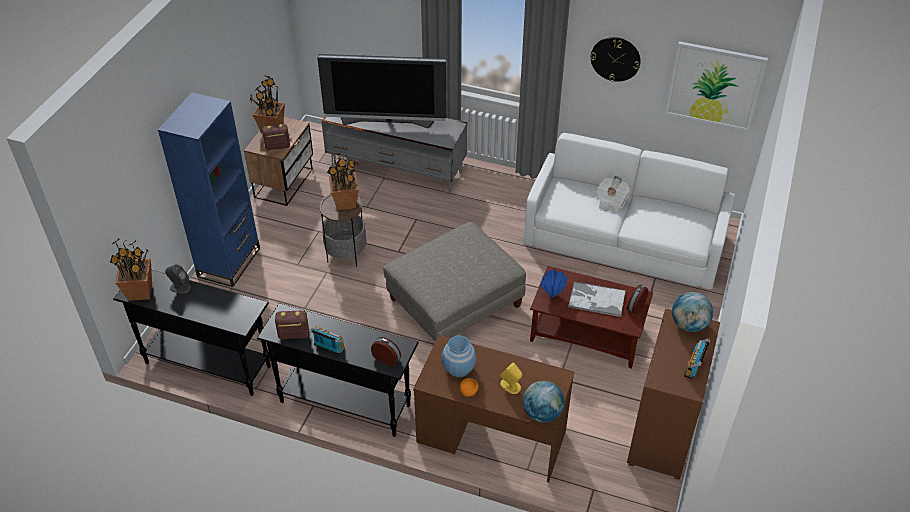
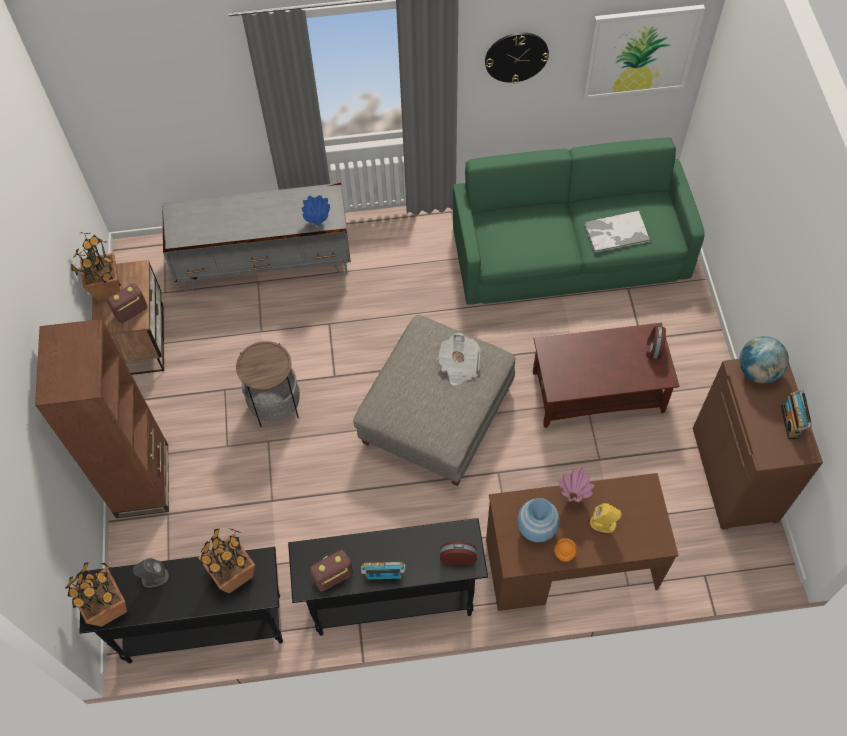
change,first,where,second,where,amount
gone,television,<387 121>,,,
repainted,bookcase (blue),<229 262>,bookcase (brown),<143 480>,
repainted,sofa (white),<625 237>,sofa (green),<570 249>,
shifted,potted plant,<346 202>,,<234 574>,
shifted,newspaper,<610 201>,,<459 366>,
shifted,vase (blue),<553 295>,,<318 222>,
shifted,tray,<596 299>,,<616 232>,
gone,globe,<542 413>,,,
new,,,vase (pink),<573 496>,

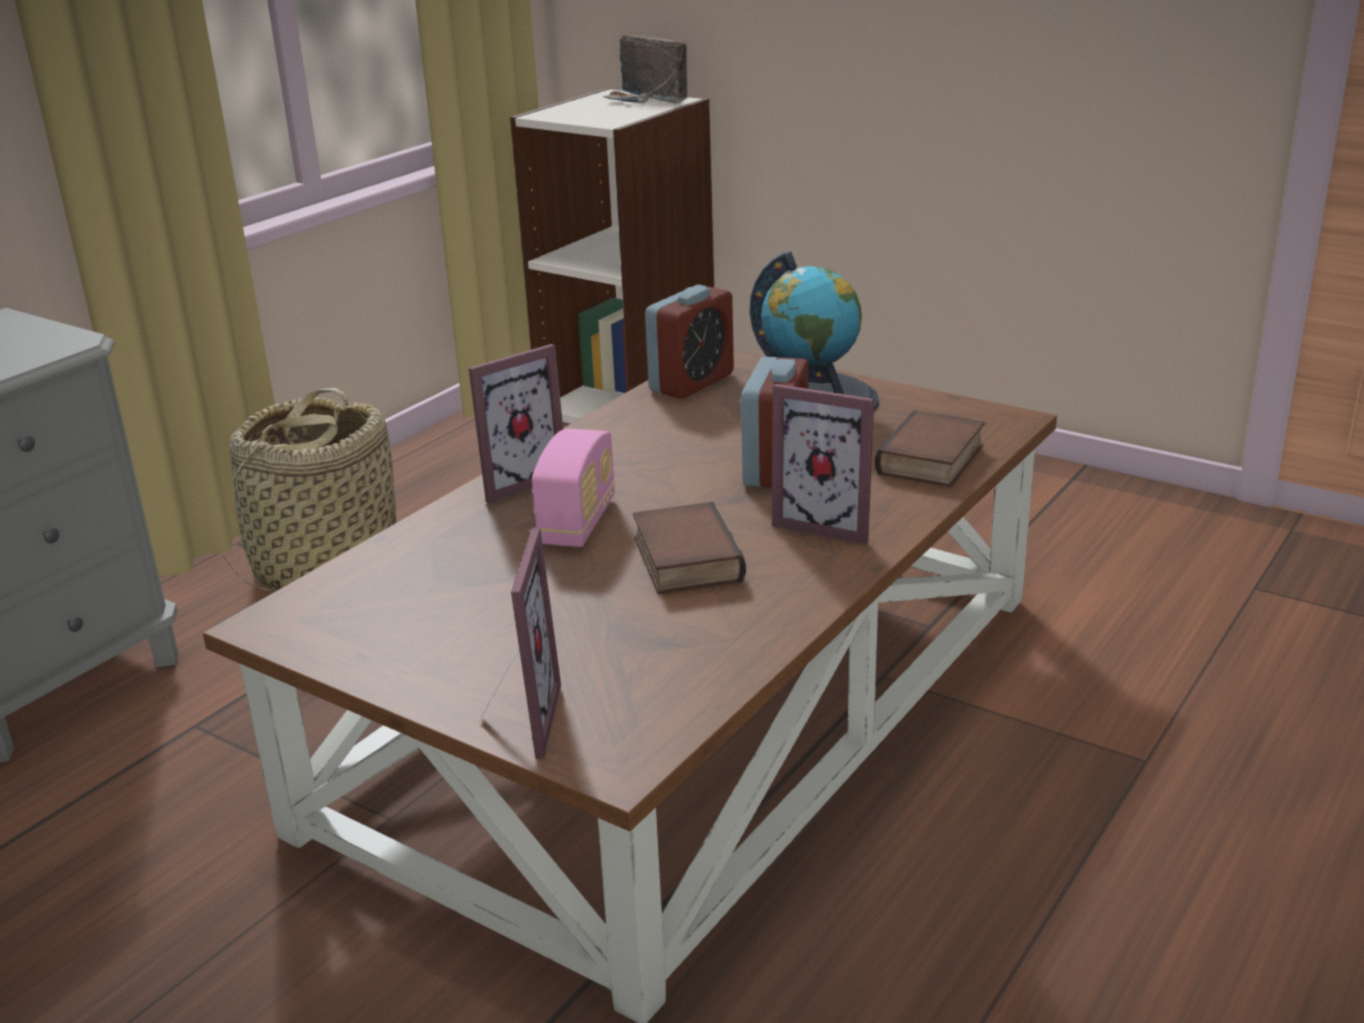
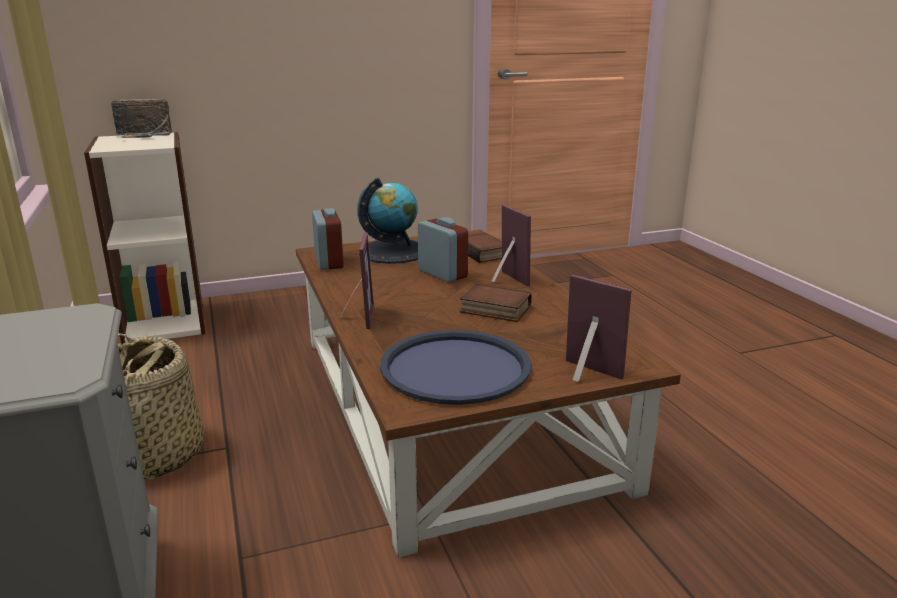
change,first,where,second,where,amount
rotated,picture frame,<828 523>,,<505 280>,90 degrees counterclockwise
gone,radio,<578 522>,,,
new,,,tray (blue),<455 368>,

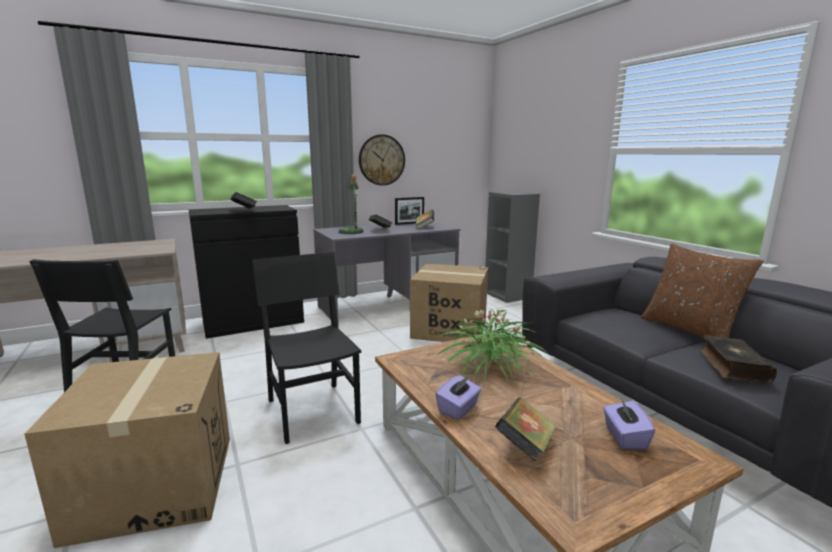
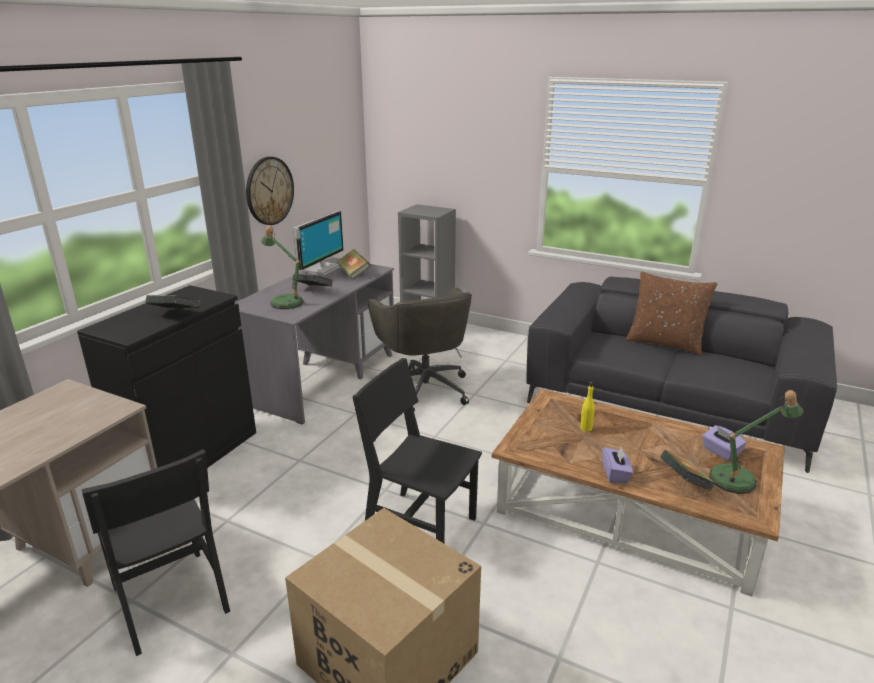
change,first,where,second,where,amount
swapped,picture frame,<409 223>,monitor,<321 269>,
swapped,cardboard box,<449 329>,office chair (grey),<424 388>,
swapped,potted plant,<490 367>,bottle (yellow),<585 428>,
gone,book,<732 366>,,,
new,,,table lamp,<740 479>,

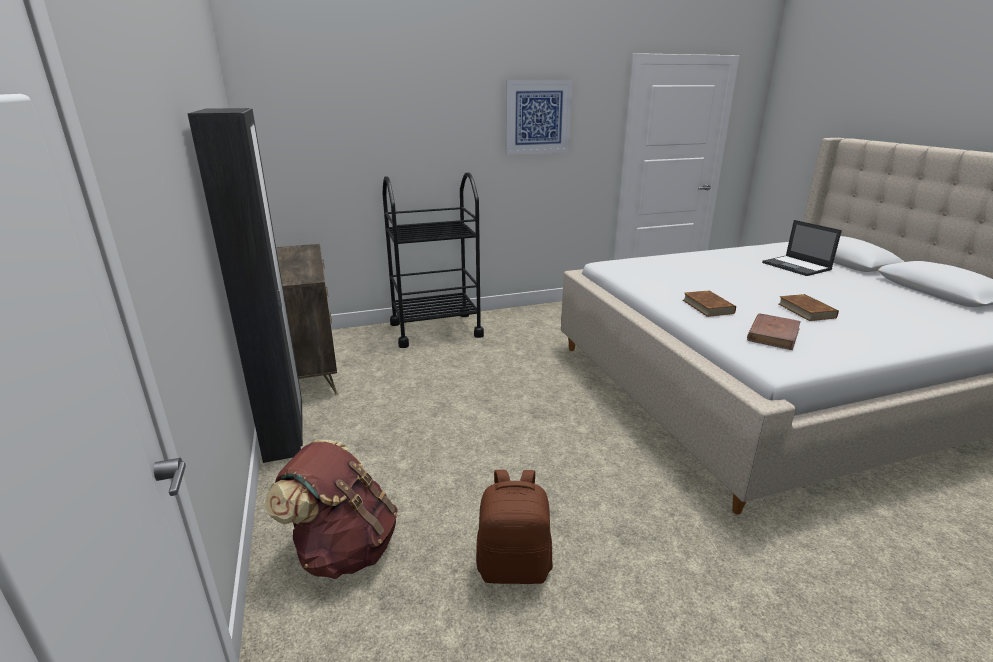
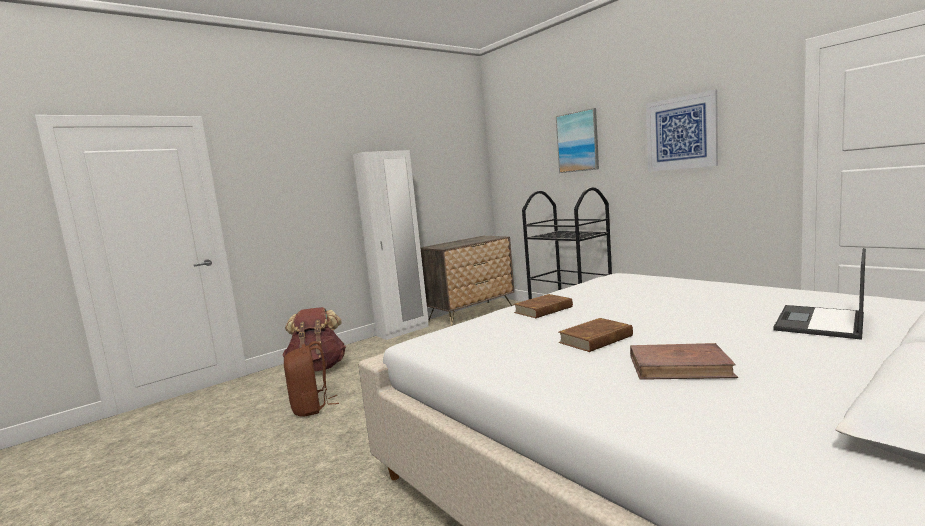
change,first,where,second,where,amount
repainted,wardrobe (black),<285 434>,wardrobe (white),<403 331>,
shifted,book (brown),<773 334>,,<680 367>,
new,,,picture,<578 142>,

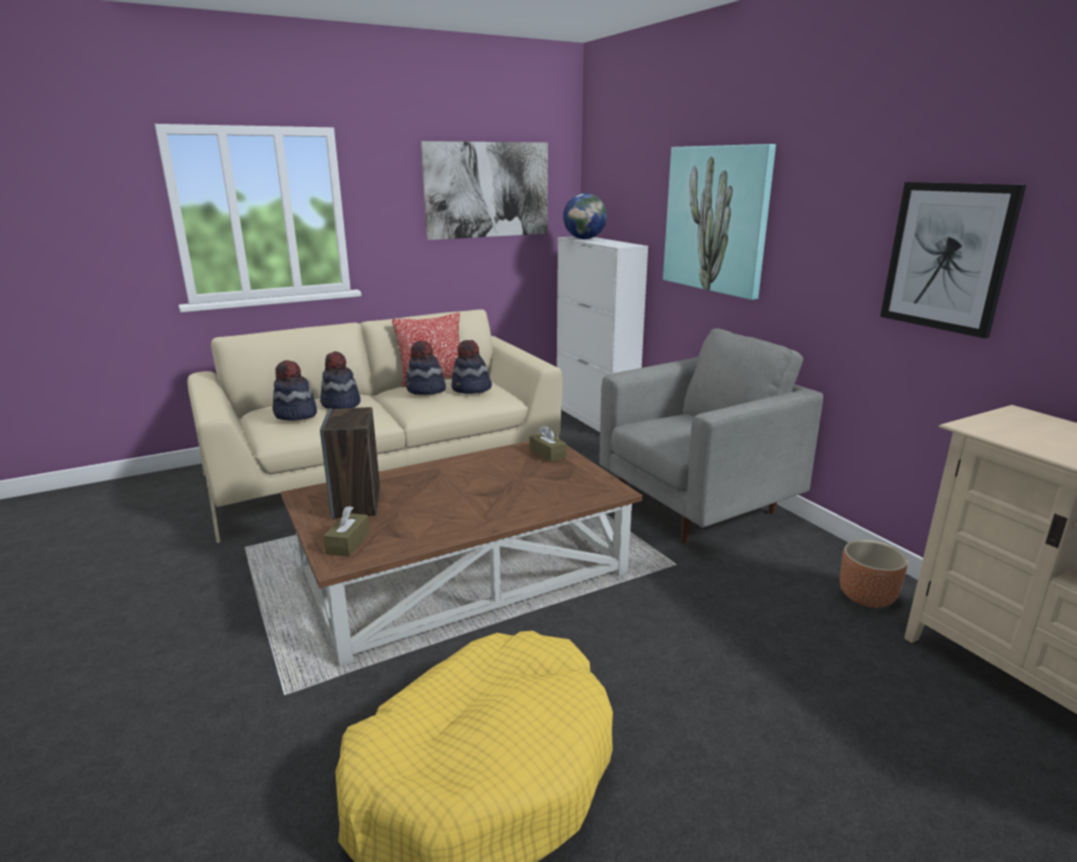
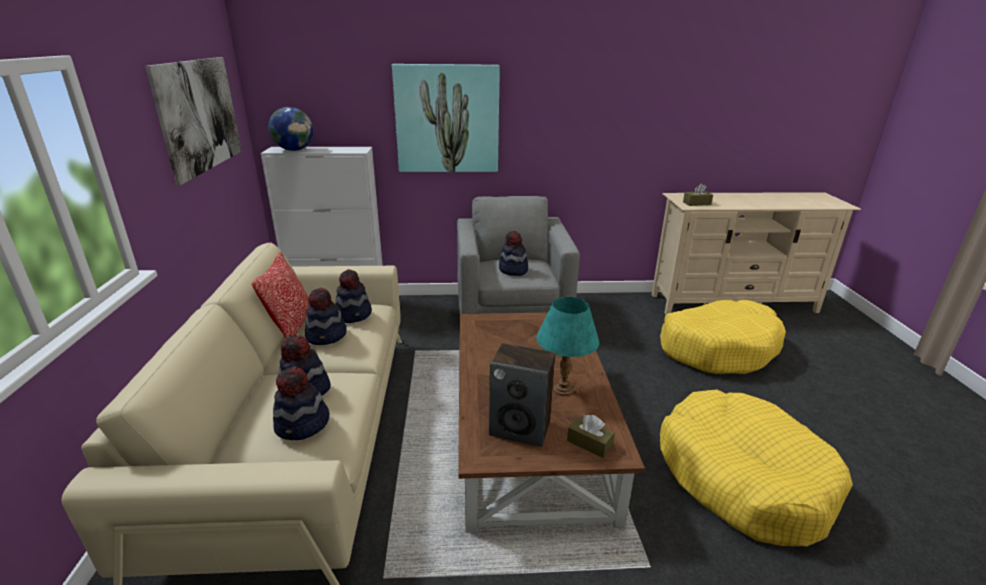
change,first,where,second,where,amount
gone,picture,<947 257>,,,
shifted,tissue box (brown),<547 454>,,<696 203>,
gone,planter (brown),<867 598>,,,
new,,,hat,<513 270>,
new,,,table lamp (turquoise),<563 390>,
new,,,dog bed (yellow),<718 348>,

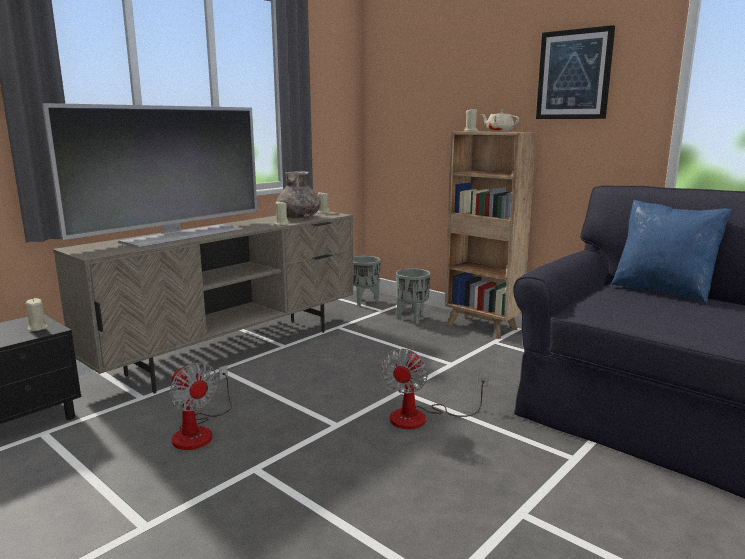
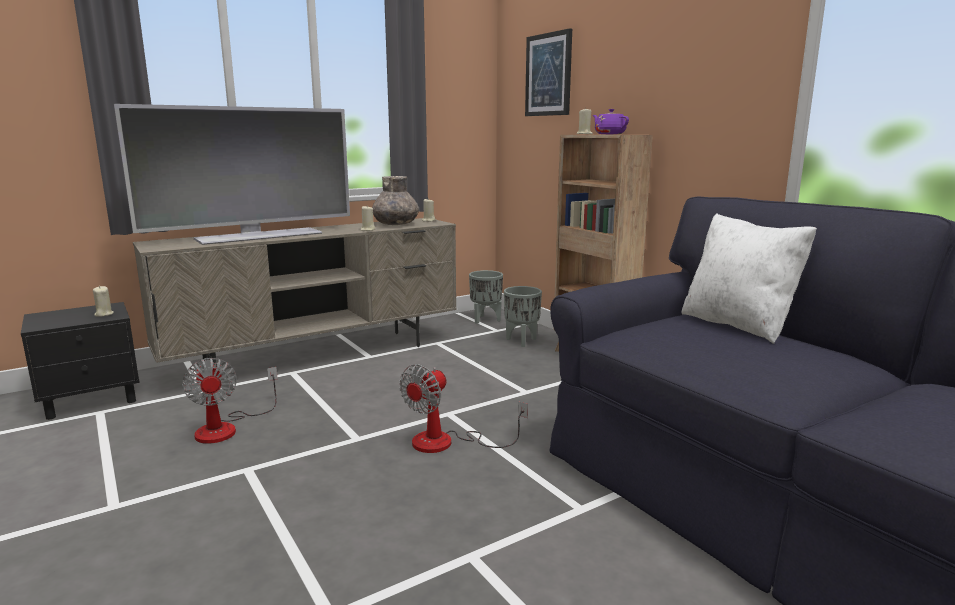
change,first,where,second,where,amount
shifted,picture,<574 75>,,<548 75>,
repainted,teapot (beige),<499 131>,teapot (purple),<609 134>,
repainted,pillow (blue),<662 291>,pillow (white),<738 325>,

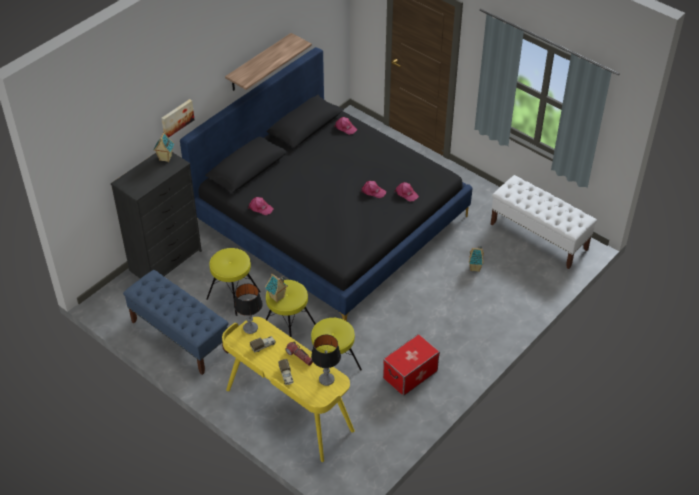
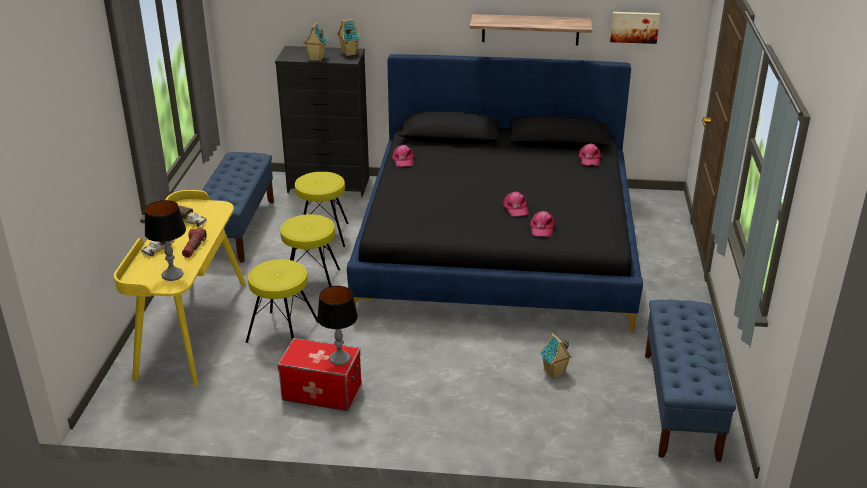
change,first,where,second,where,amount
shifted,picture,<176 118>,,<634 27>,
repainted,bench (white),<539 237>,bench (blue),<680 405>,
shifted,toy house,<277 297>,,<316 59>,
shifted,table lamp,<250 328>,,<340 359>,

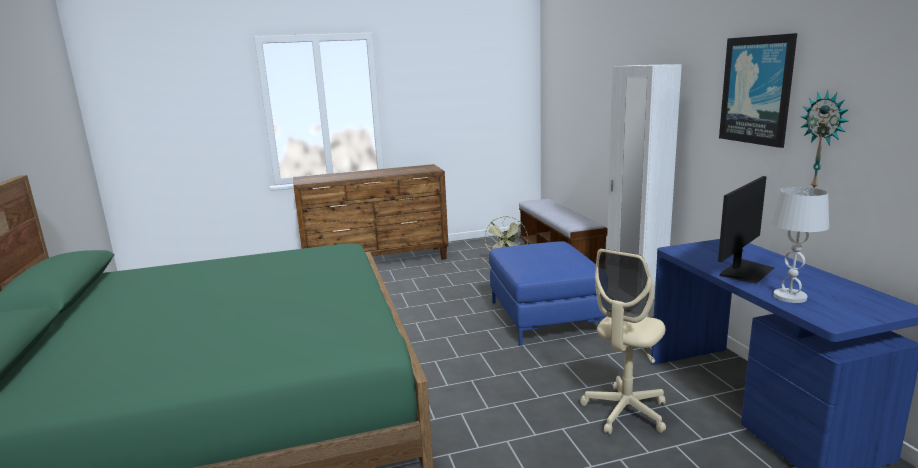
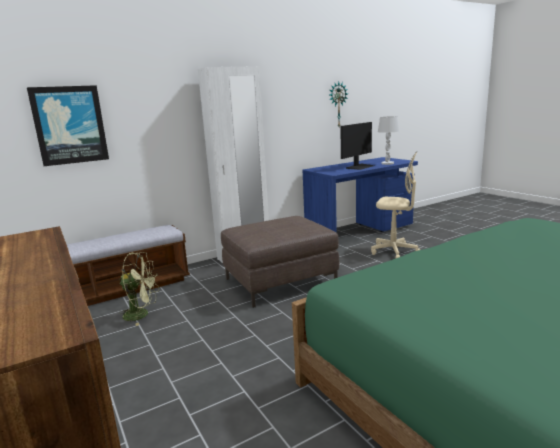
change,first,where,second,where,amount
shifted,picture,<757 90>,,<70 125>,
rotated,monitor,<745 271>,,<360 167>,105 degrees clockwise
repainted,ottoman (blue),<544 317>,ottoman (brown),<280 281>,

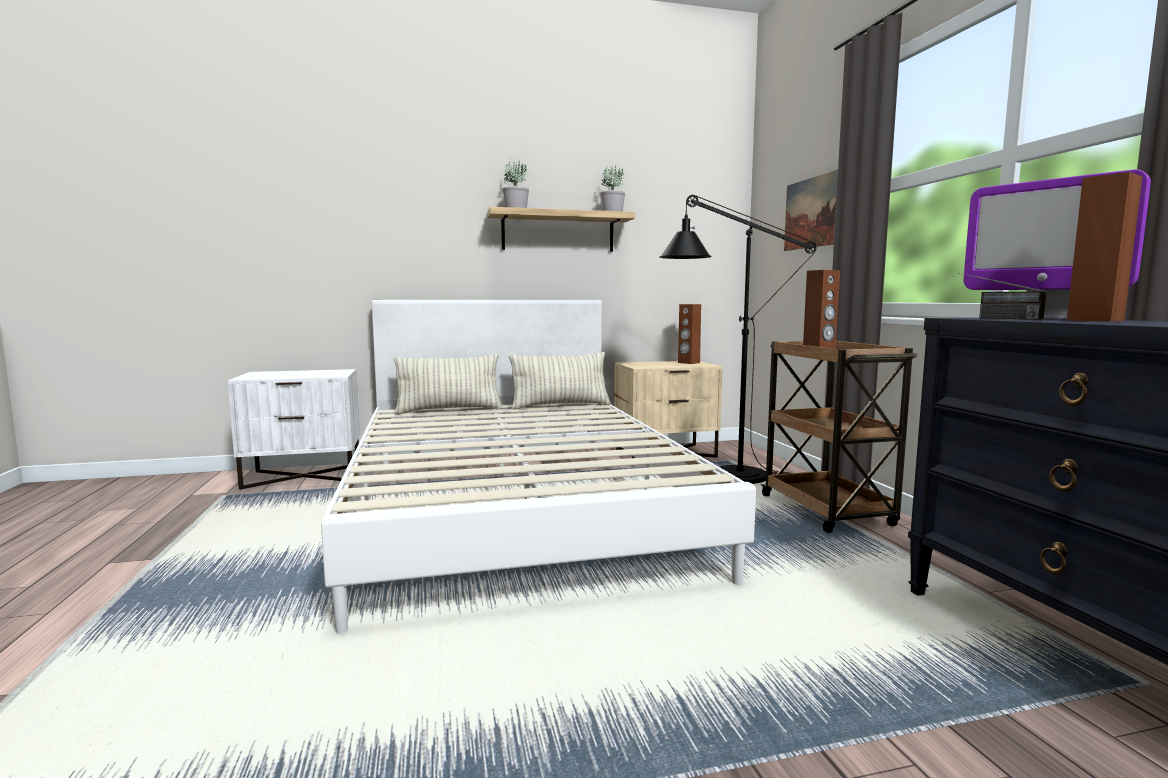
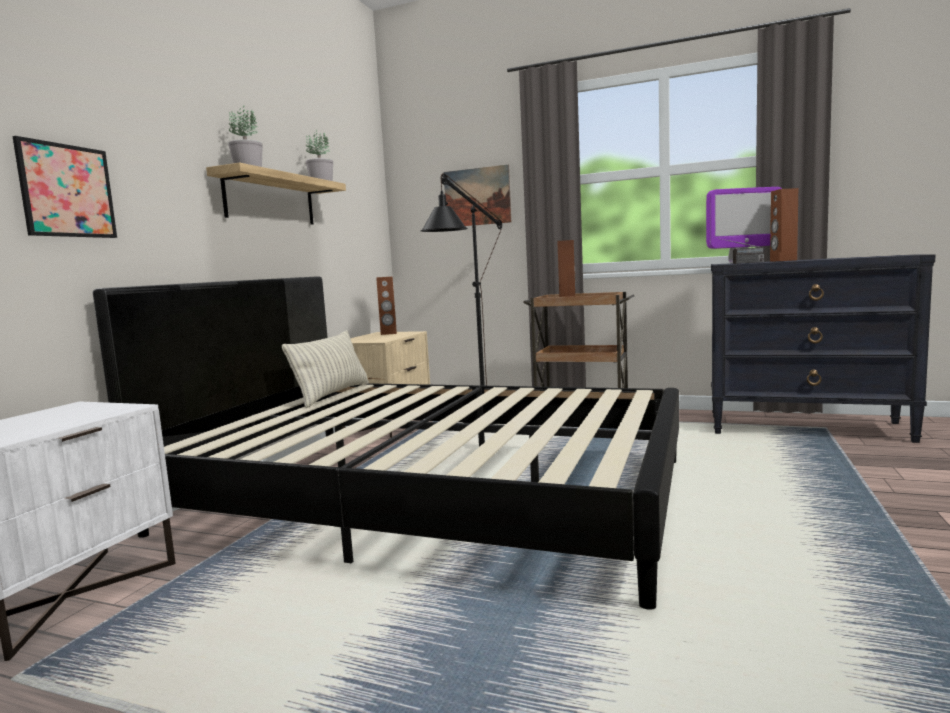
change,first,where,second,where,amount
repainted,bed (white),<516 507>,bed (black),<431 494>,
gone,pillow,<449 410>,,,
new,,,picture,<67 191>,

